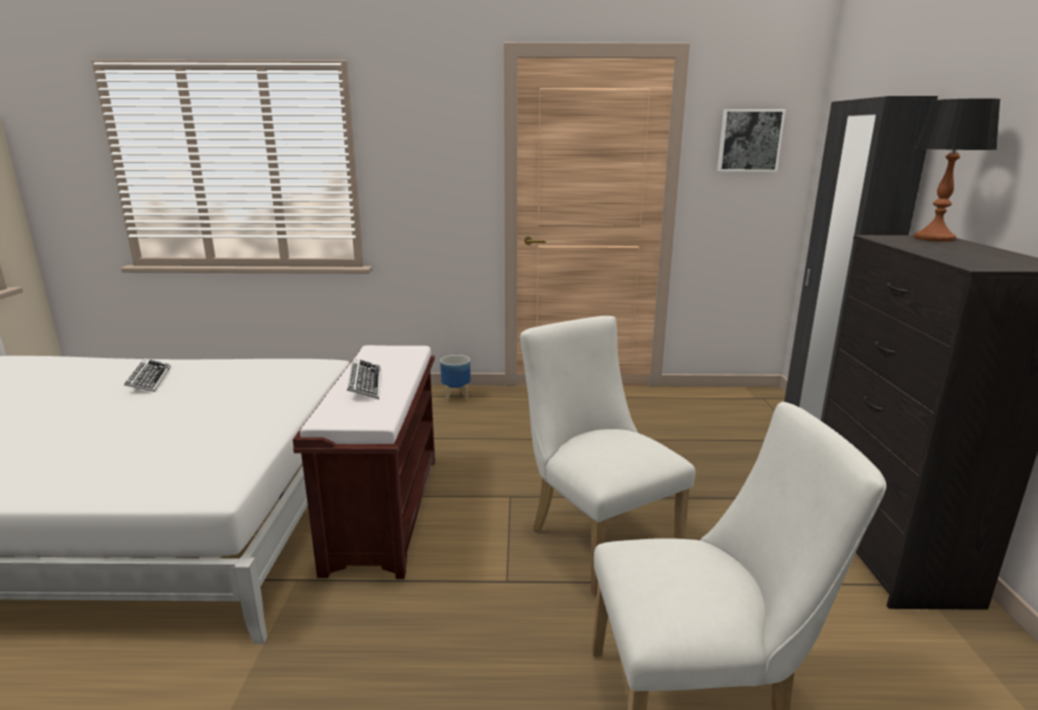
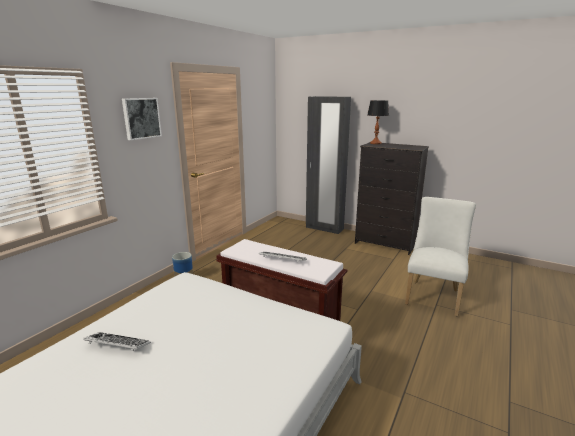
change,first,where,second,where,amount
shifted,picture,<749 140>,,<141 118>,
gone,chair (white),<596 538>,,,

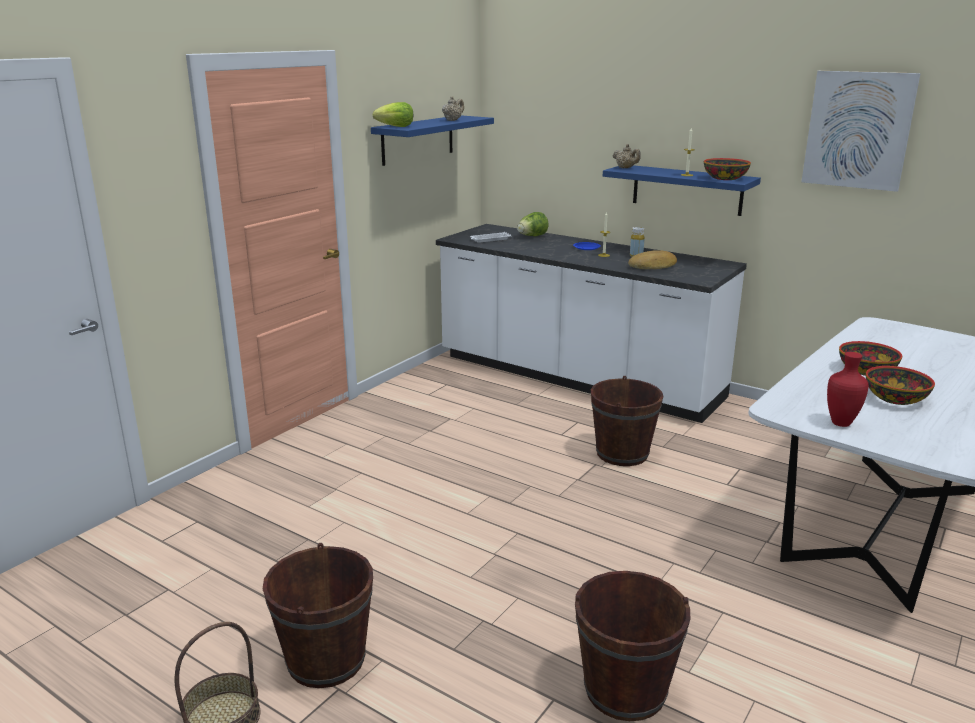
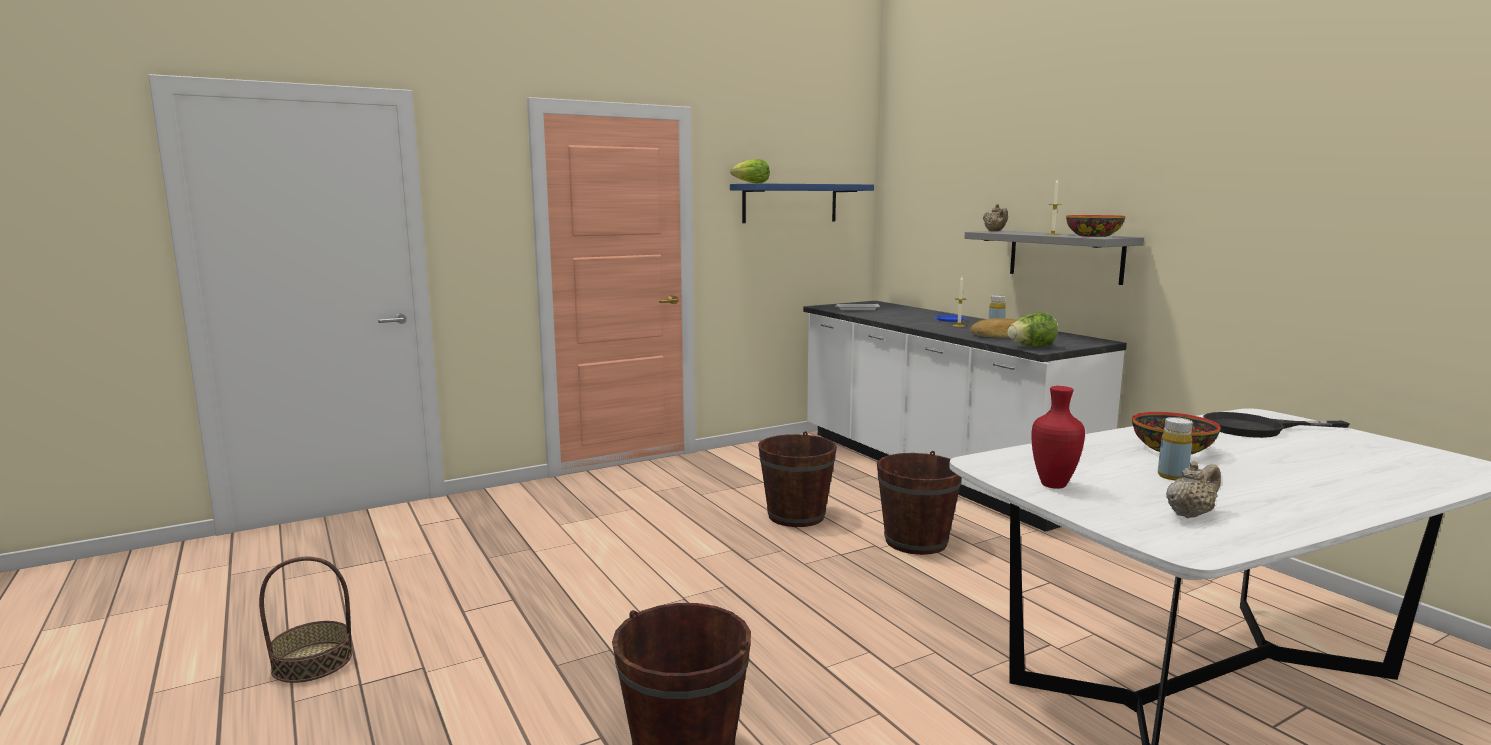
change,first,where,second,where,amount
gone,picture,<858 130>,,,
shifted,teapot (beige),<453 120>,,<1189 514>,
repainted,shelf (blue),<687 189>,shelf (grey),<1065 256>,
shifted,lettuce,<532 236>,,<1031 347>,
swapped,bowl,<894 398>,bottle (yellow),<1172 476>,
shifted,bucket (brown),<326 660>,,<796 516>,
new,,,frying pan (black),<1256 428>,

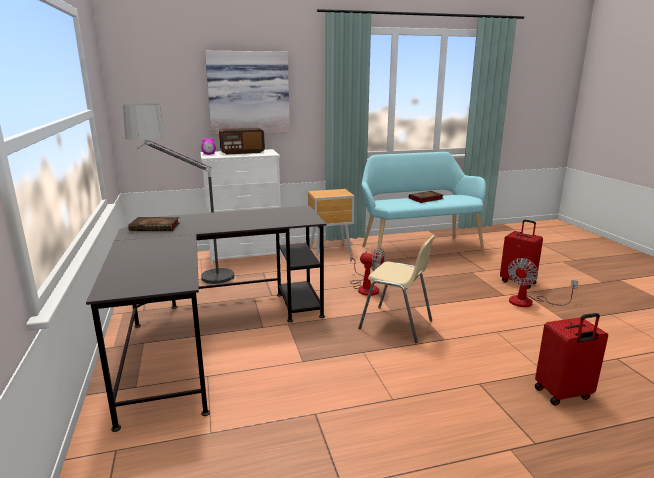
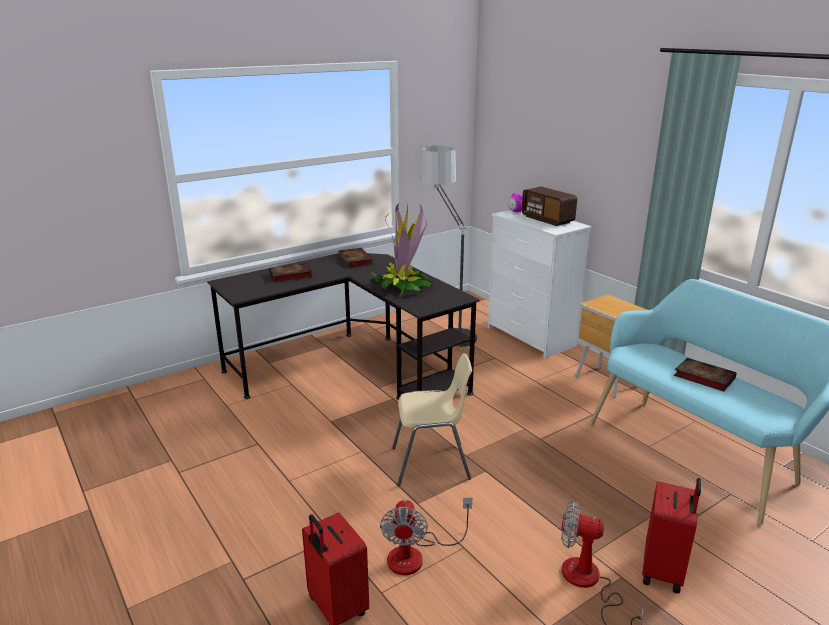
change,first,where,second,where,amount
gone,picture,<248 93>,,,
rotated,chair (beige),<396 325>,,<431 464>,105 degrees counterclockwise
shifted,fan,<365 287>,,<416 555>,
new,,,potted plant,<401 286>,
new,,,book,<290 275>,

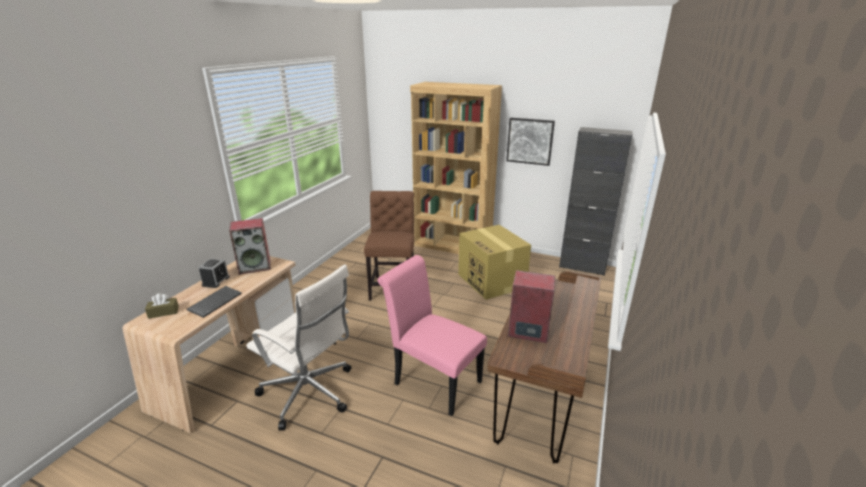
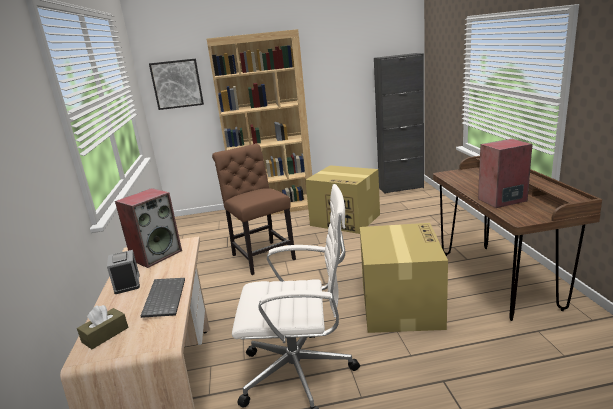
change,first,where,second,where,amount
shifted,picture,<530 141>,,<177 84>,
swapped,chair (pink),<433 380>,cardboard box,<400 305>,

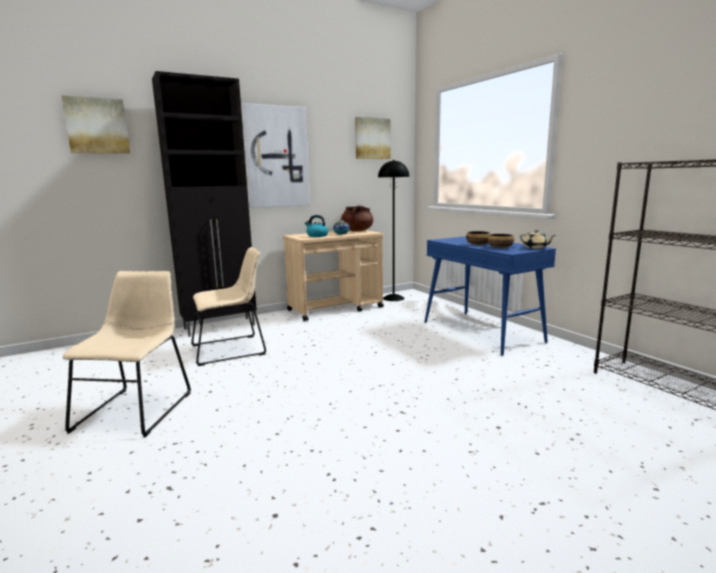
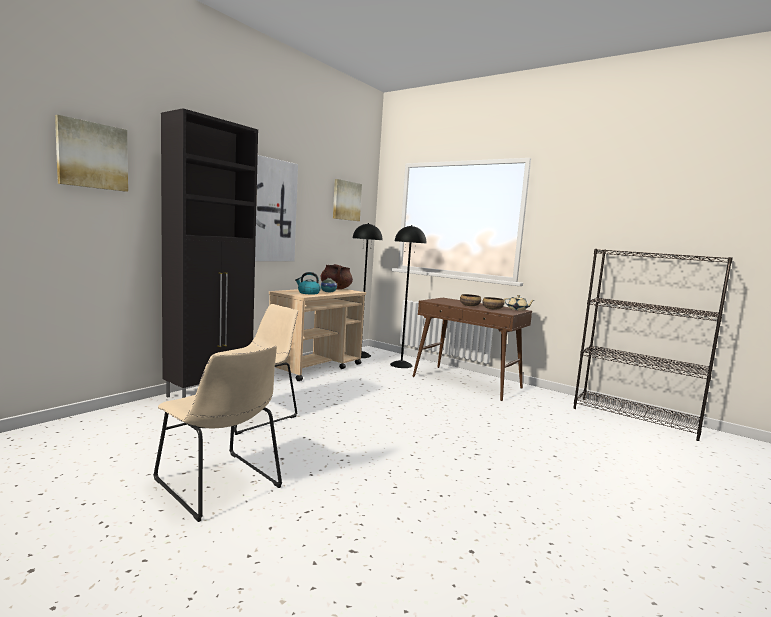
change,first,where,second,where,amount
repainted,console table (blue),<482 332>,console table (brown),<467 382>,
rotated,chair (beige),<137 408>,,<220 486>,150 degrees clockwise
new,,,floor lamp (black),<401 365>,

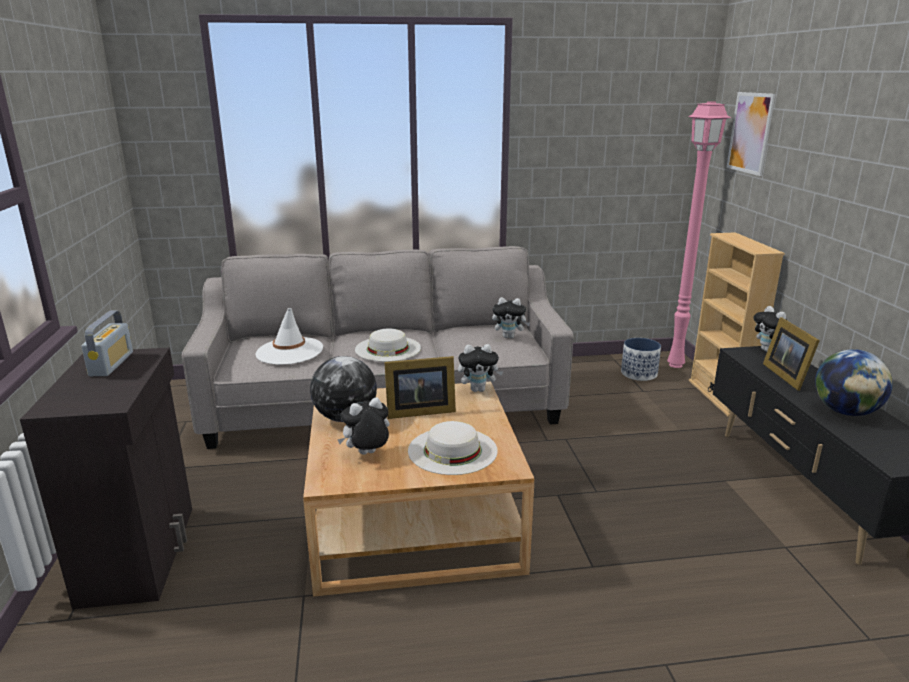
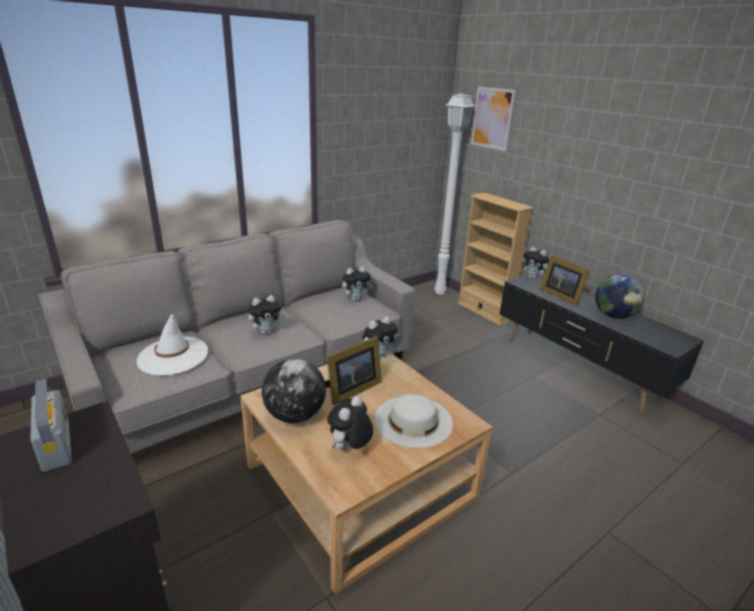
change,first,where,second,where,amount
repainted,floor lamp (pink),<675 365>,floor lamp (white),<440 292>,
swapped,hat (white),<388 348>,plush toy,<267 332>,
gone,planter,<639 374>,,,

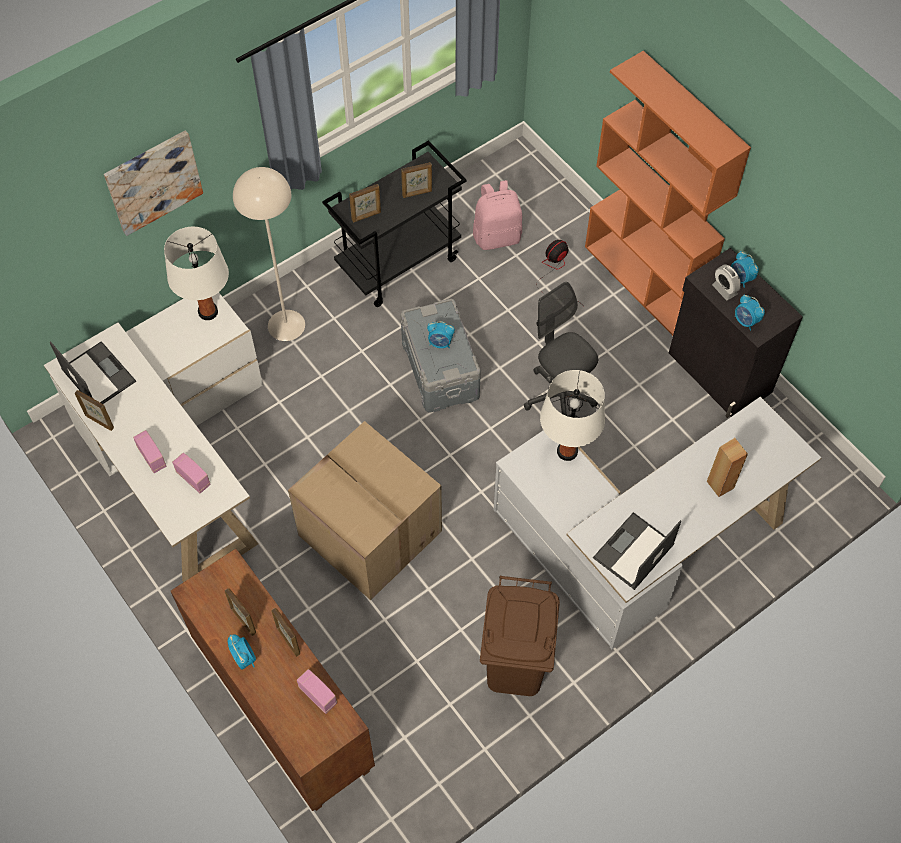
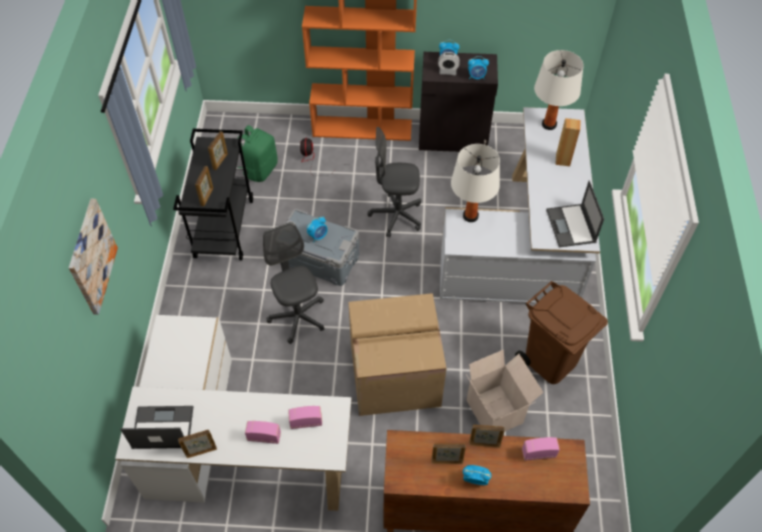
change,first,where,second,where,amount
gone,floor lamp (beige),<286 325>,,,
repainted,backpack (pink),<497 236>,backpack (green),<260 169>,
shifted,table lamp (white),<208 312>,,<549 124>,
new,,,office chair (grey),<298 317>,
new,,,cardboard box,<496 411>,

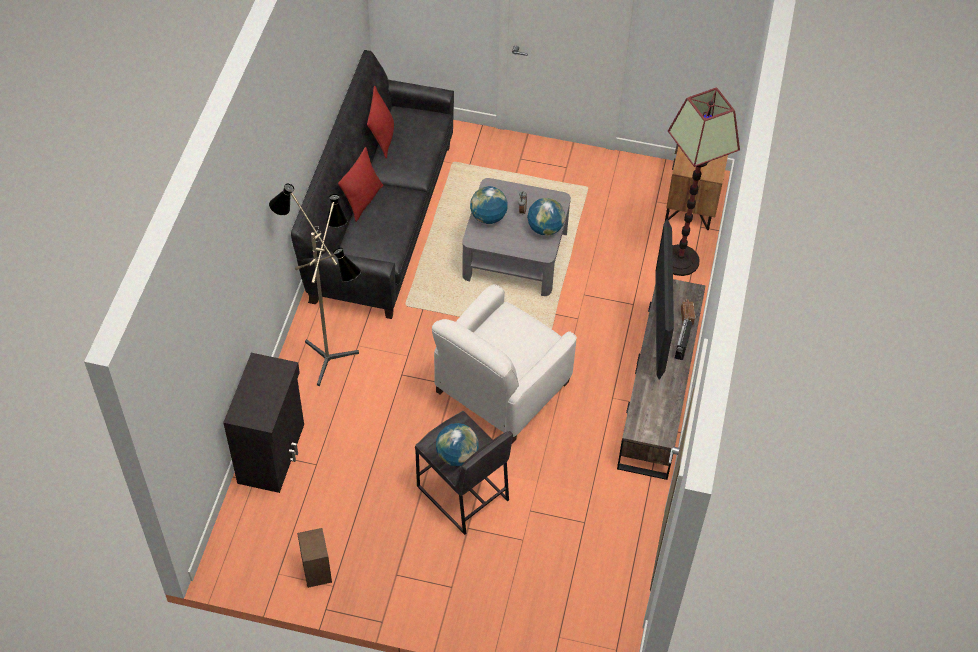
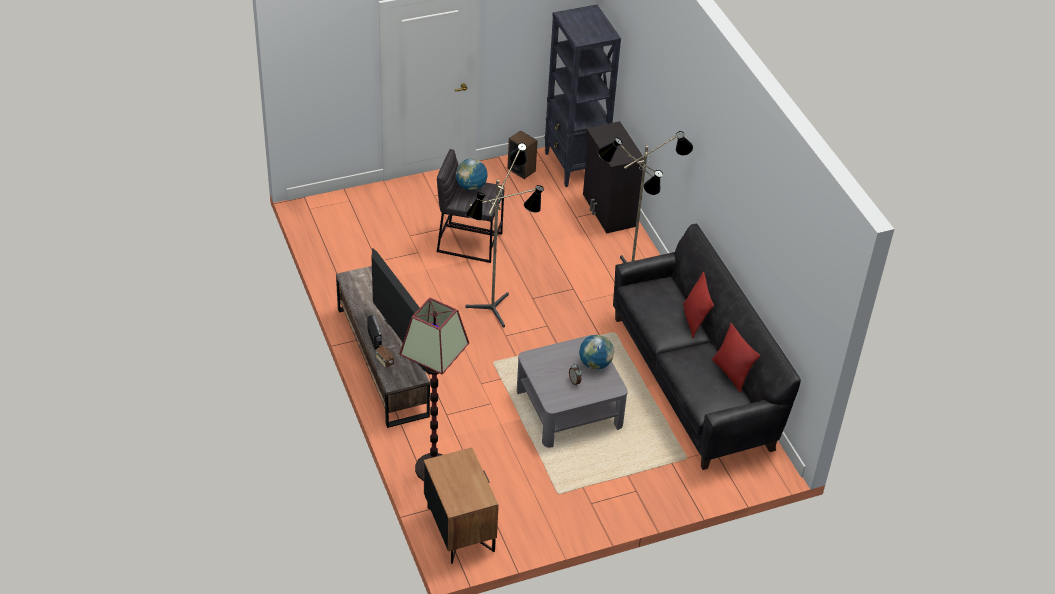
change,first,where,second,where,amount
gone,globe,<545 228>,,,
swapped,armchair (white),<501 388>,floor lamp,<497 311>,
new,,,bookcase (black),<575 166>,

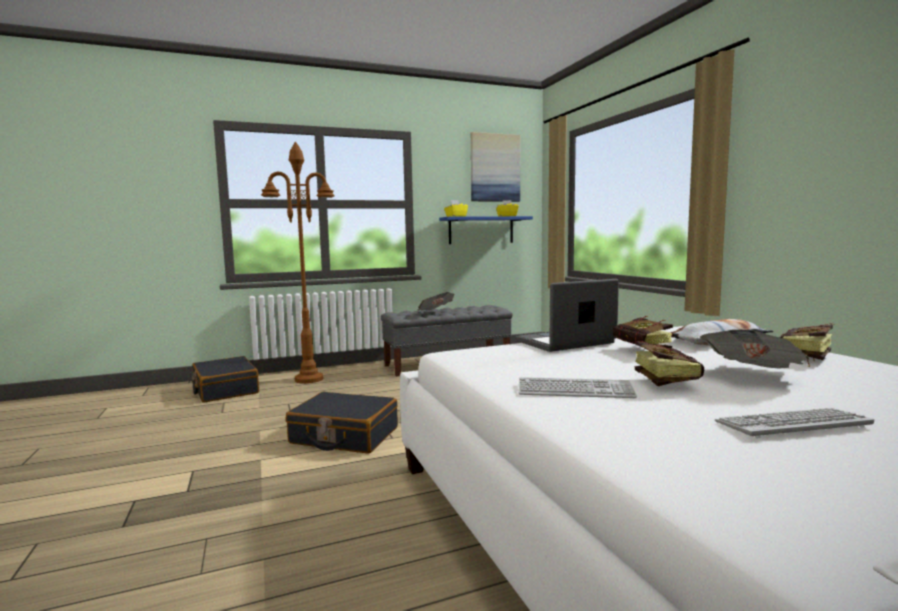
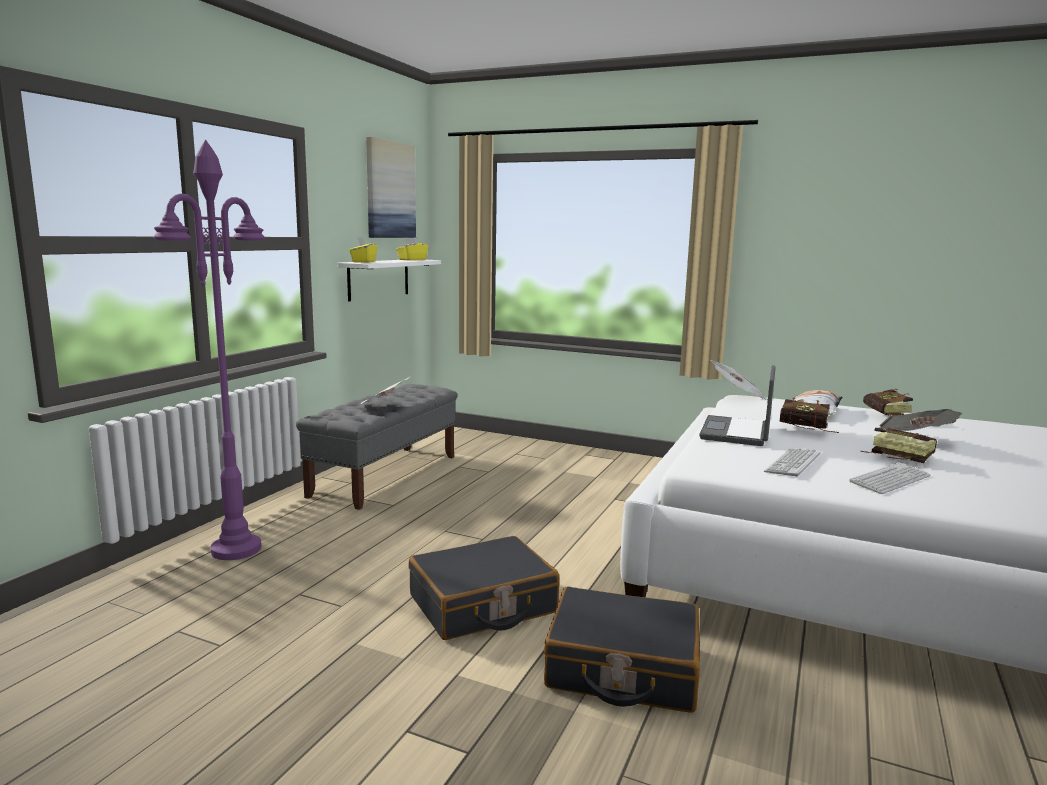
change,first,where,second,where,amount
repainted,floor lamp (brown),<309 379>,floor lamp (purple),<236 549>,
repainted,shelf (blue),<481 230>,shelf (white),<378 279>,
shifted,suitcase (black),<225 389>,,<622 668>,
shifted,keyboard,<792 424>,,<792 463>,
new,,,newspaper,<737 395>,

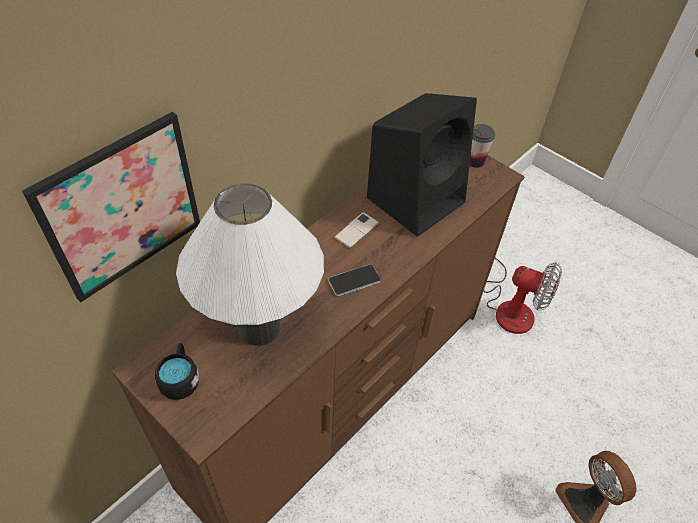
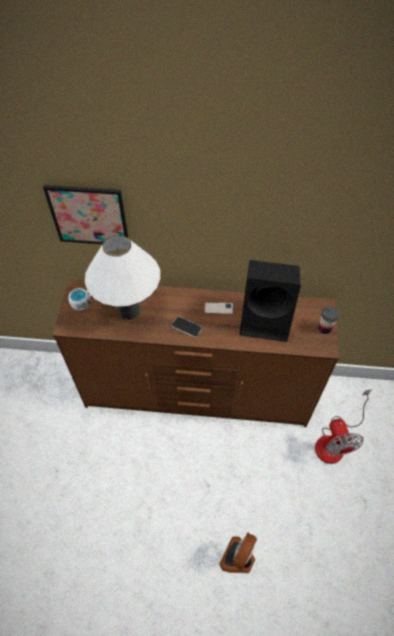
change,first,where,second,where,amount
repainted,mug (black),<180 378>,mug (white),<83 302>,

